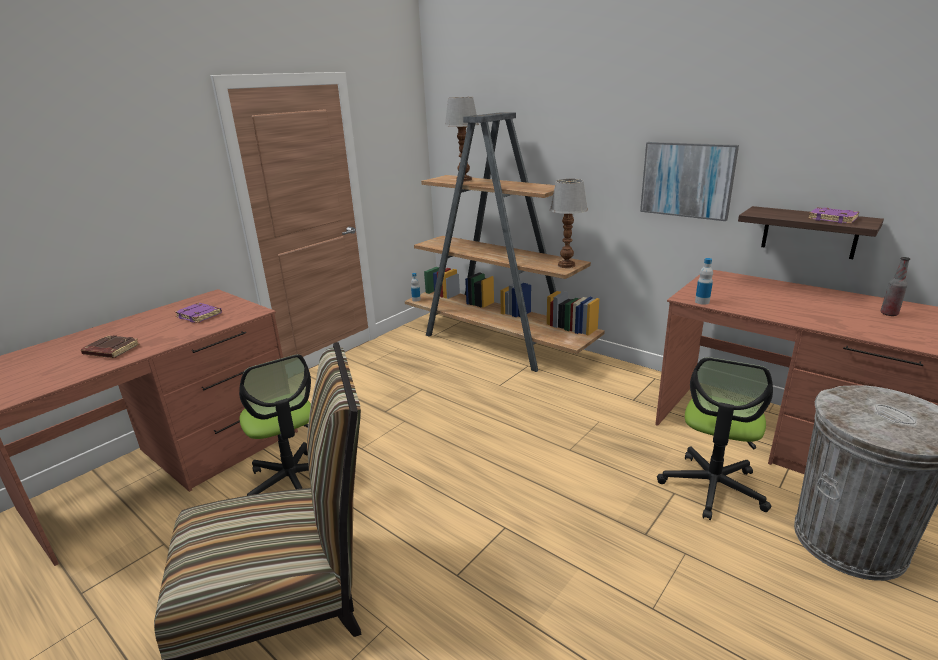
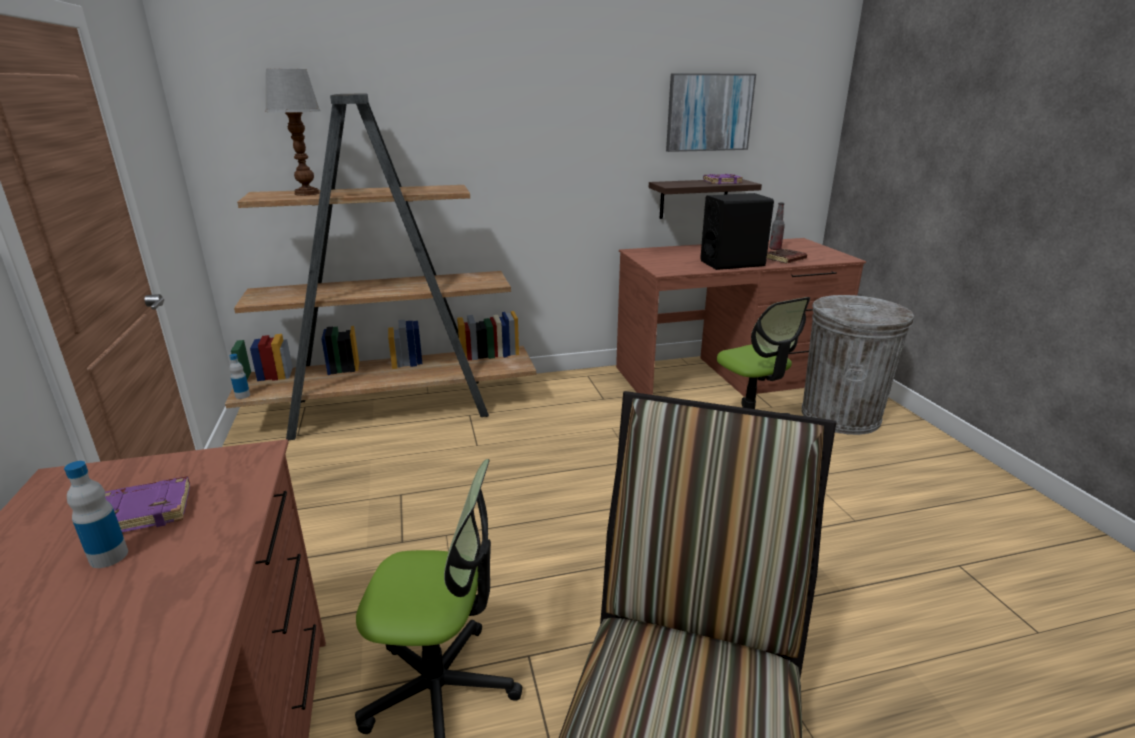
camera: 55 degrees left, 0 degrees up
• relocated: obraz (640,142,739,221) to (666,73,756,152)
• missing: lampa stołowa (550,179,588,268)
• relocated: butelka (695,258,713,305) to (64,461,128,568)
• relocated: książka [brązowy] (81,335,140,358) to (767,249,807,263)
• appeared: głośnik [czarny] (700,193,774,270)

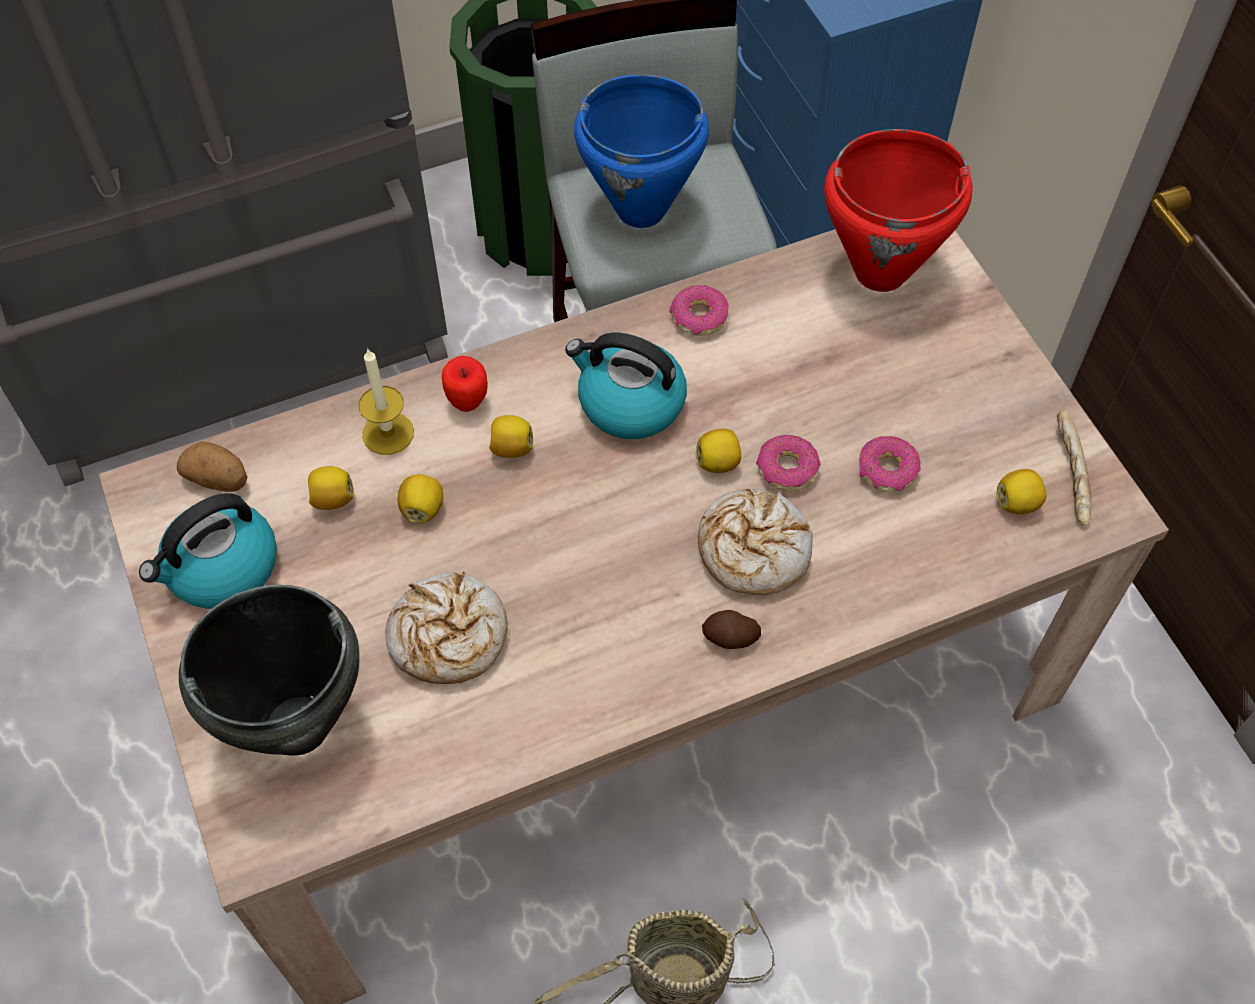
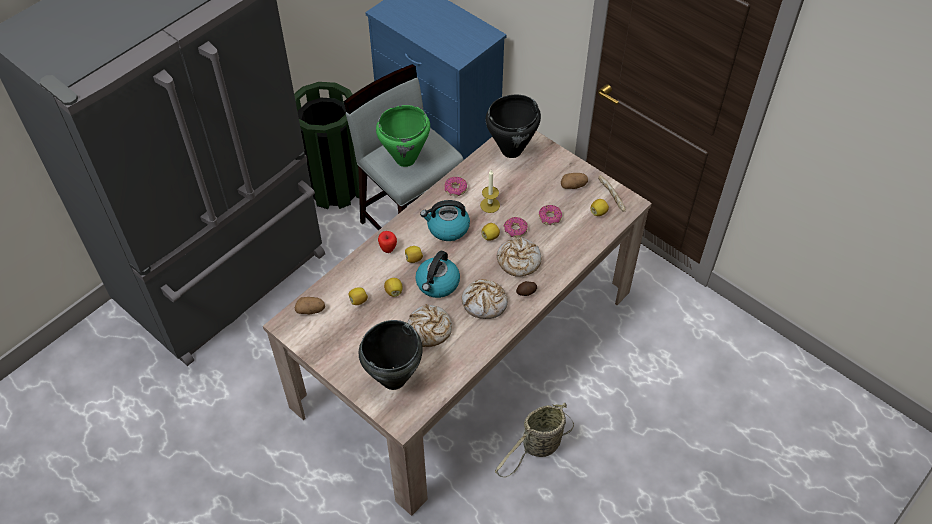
camera: 25 degrees left, 5 degrees down
• colour: garnek [niebieski] (574,74,709,228) to garnek [zielony] (376,105,430,167)
• colour: garnek [czerwony] (824,129,973,292) to garnek [czarny] (486,94,541,158)
• relocated: świeca (358,348,414,455) to (480,170,500,213)
• relocated: czajnik (139,493,277,609) to (415,251,460,298)
• appeared: ziemniak (561,173,588,189)
• appeared: chleb (461,279,508,319)

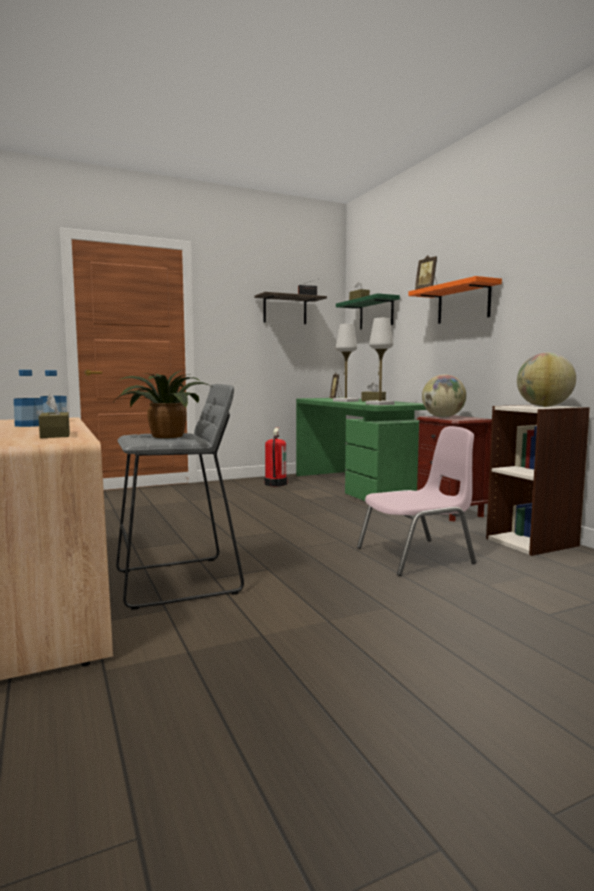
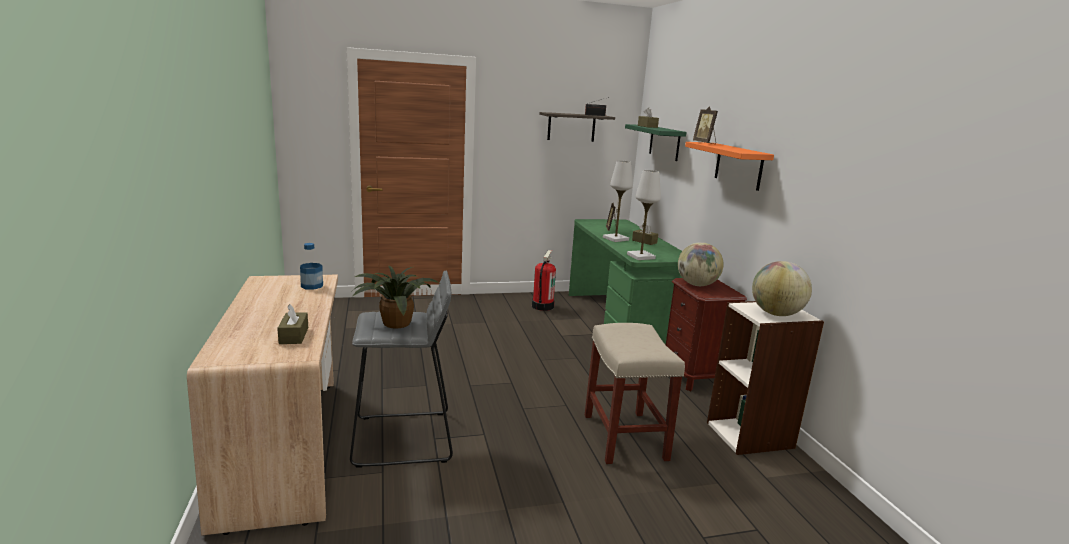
camera: 10 degrees right, 10 degrees up
• missing: butelka (14,370,44,427)
• exchanged: krzesło [różowy] (357,426,476,576) to stołek [beżowy] (585,323,685,464)

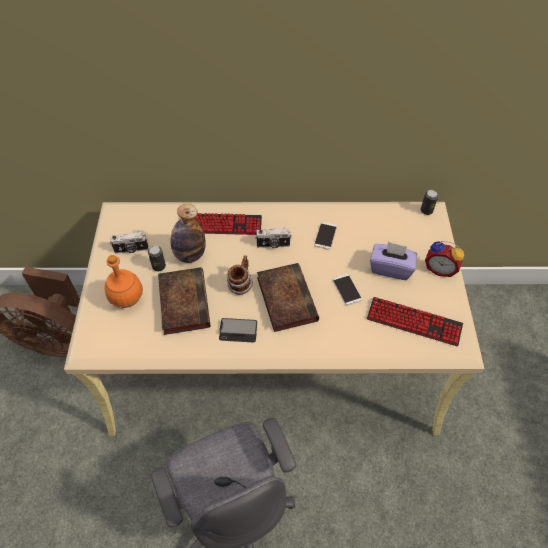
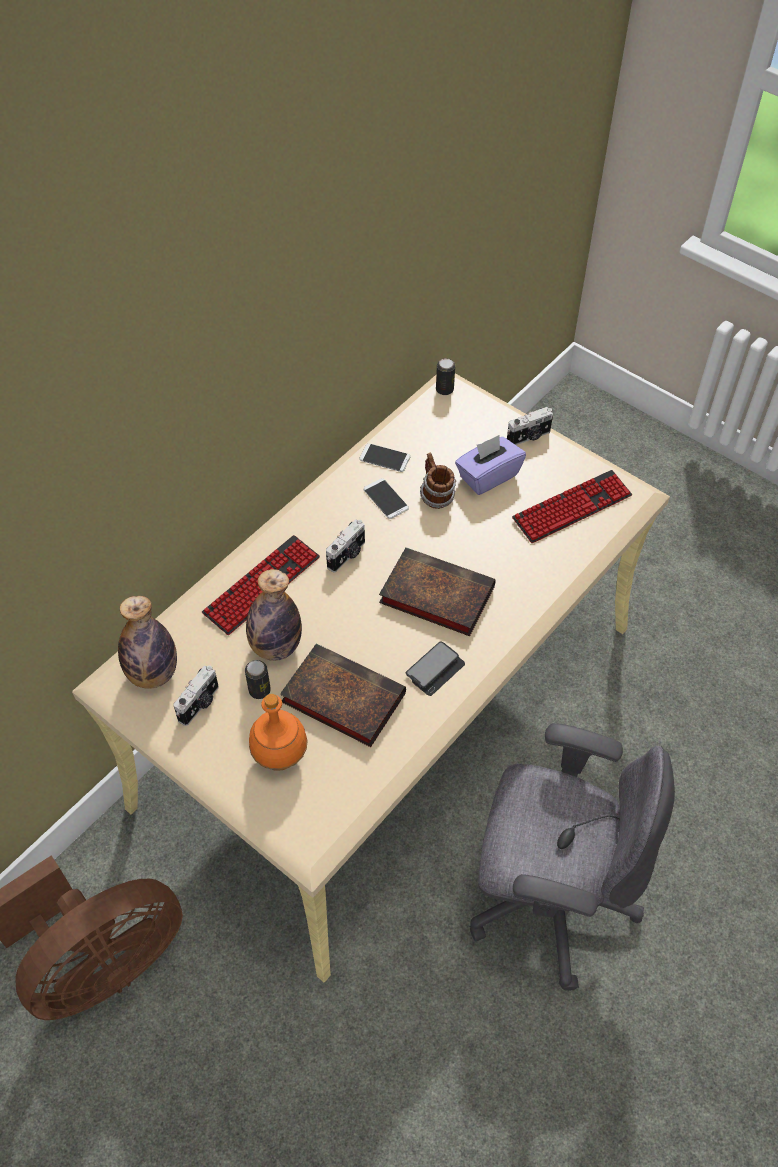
camera: 50 degrees left, 0 degrees up
• exchanged: budzik (425,241,464,277) to aparat fotograficzny (507,407,553,445)
• relocated: kubek (227,255,253,295) to (420,453,456,509)
• relocated: telefon (333,274,362,306) to (360,443,410,472)
• appeared: butelka (118,596,177,689)

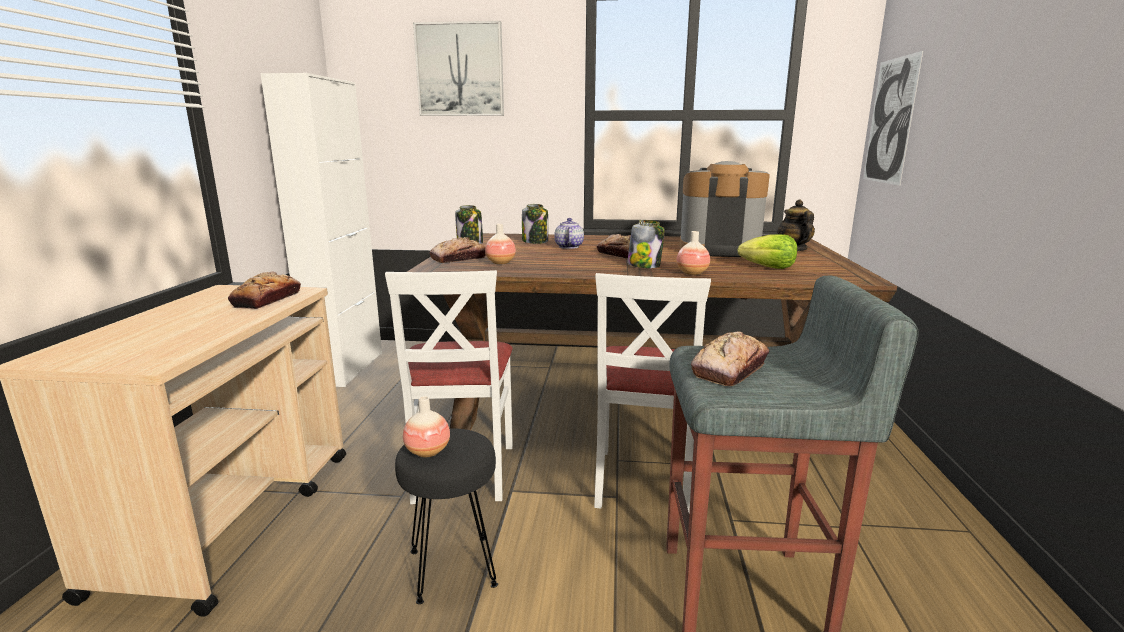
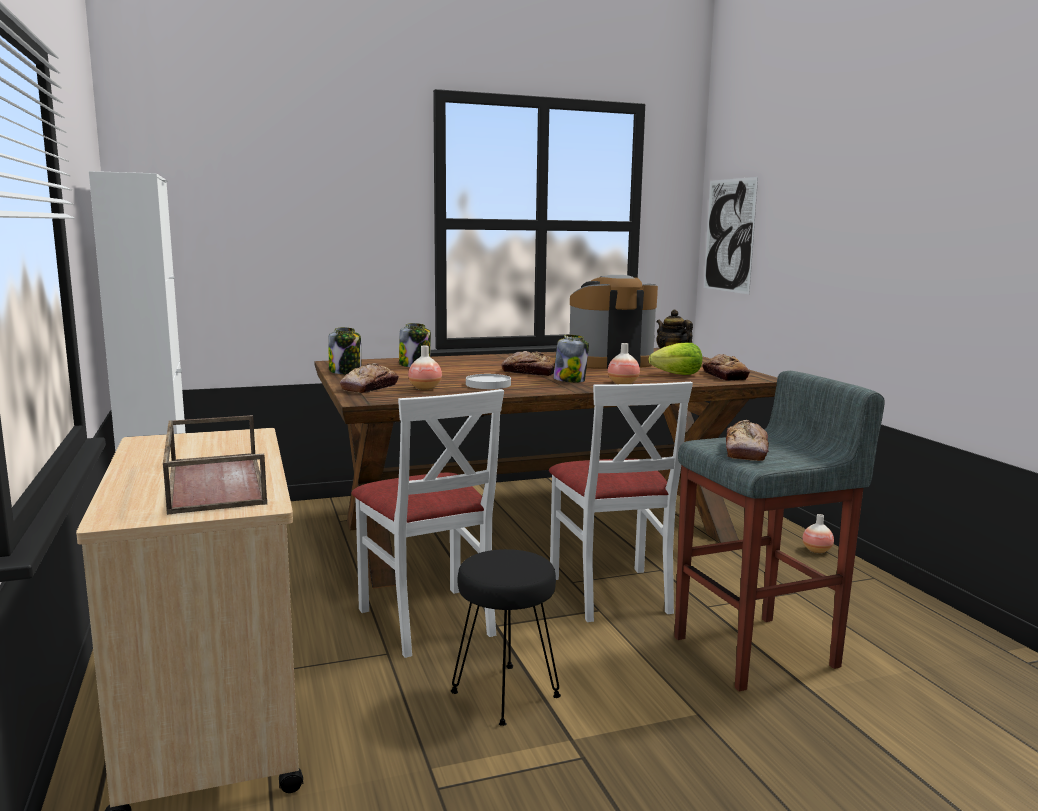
camera: 25 degrees left, 5 degrees down
• missing: obraz (413,21,504,116)
• missing: imbryk (554,218,584,249)
• relocated: chleb (228,271,301,309) to (702,354,750,381)
• relocated: wazon (403,396,450,457) to (802,514,834,554)
• appeared: talerz [biały] (466,374,511,389)
• appeared: taca [brązowy] (163,415,267,515)

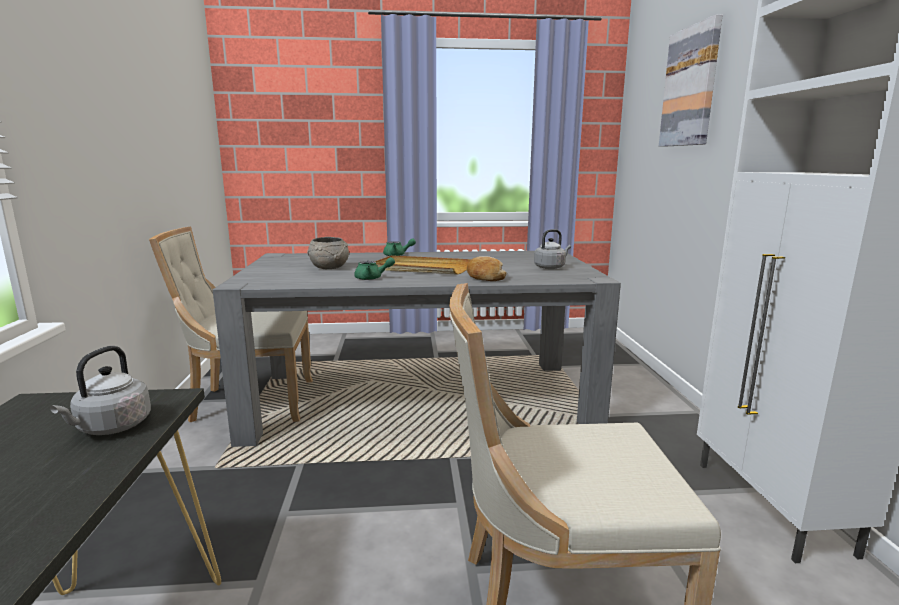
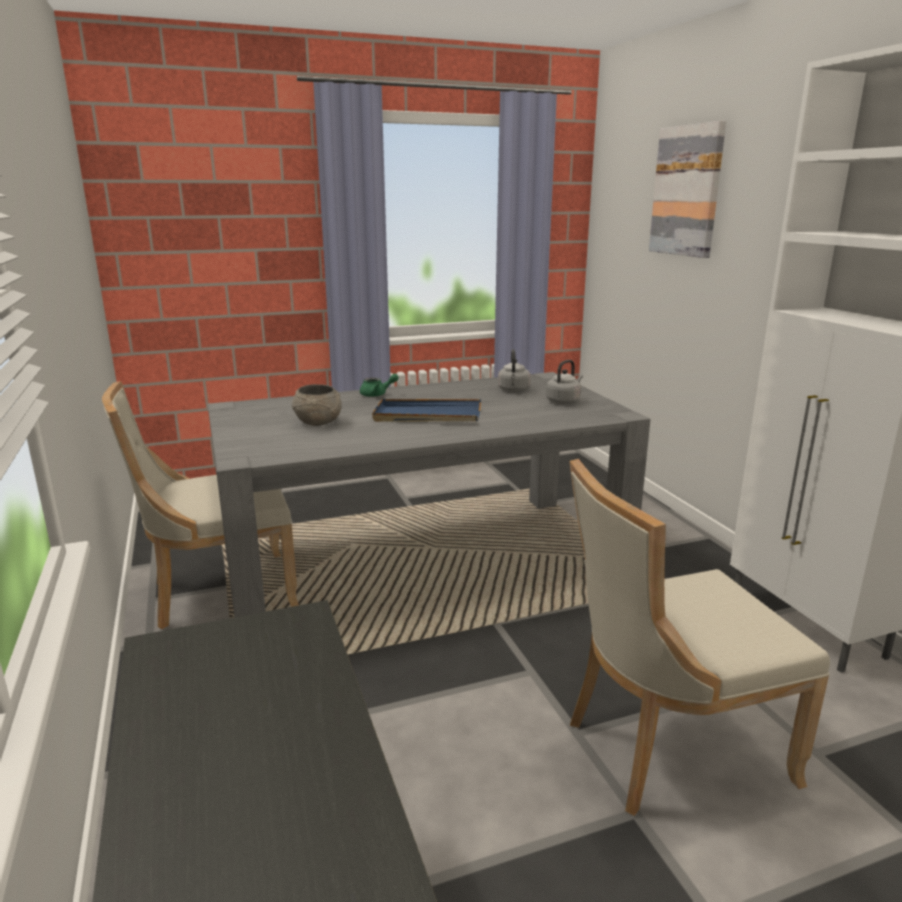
camera: 15 degrees left, 5 degrees up
• colour: taca [beżowy] (375,255,471,275) to taca [niebieski] (372,399,481,422)
• missing: chleb (467,256,507,281)
• missing: imbryk [zielony] (354,257,395,280)
• relocated: czajnik [szary] (50,346,151,435) to (498,349,531,392)

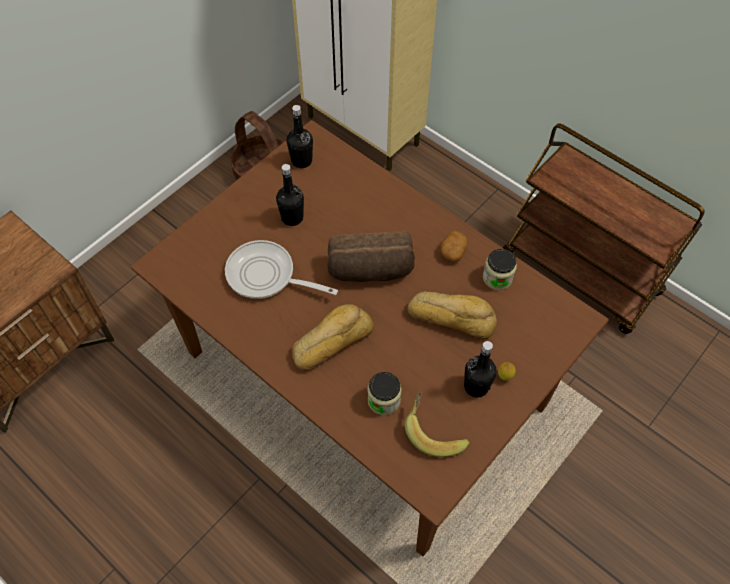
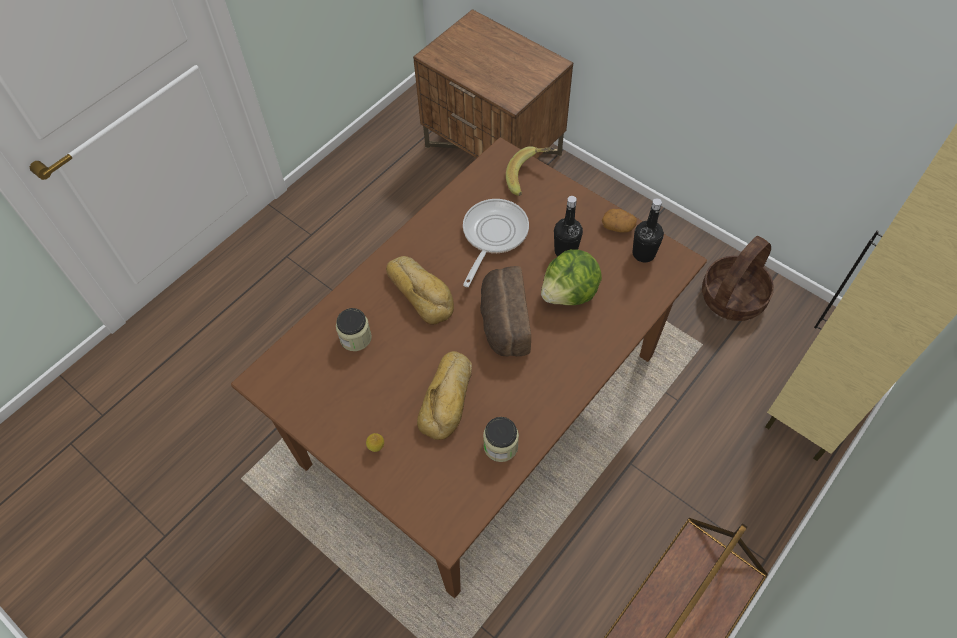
camera: 90 degrees right, 0 degrees up
• relocated: ziemniak (441,231,468,262) to (602,209,637,233)
• missing: butelka [czarny] (464,341,497,397)
• relocated: banan (405,391,470,457) to (506,146,555,196)
• appeared: sałata (541,249,602,305)

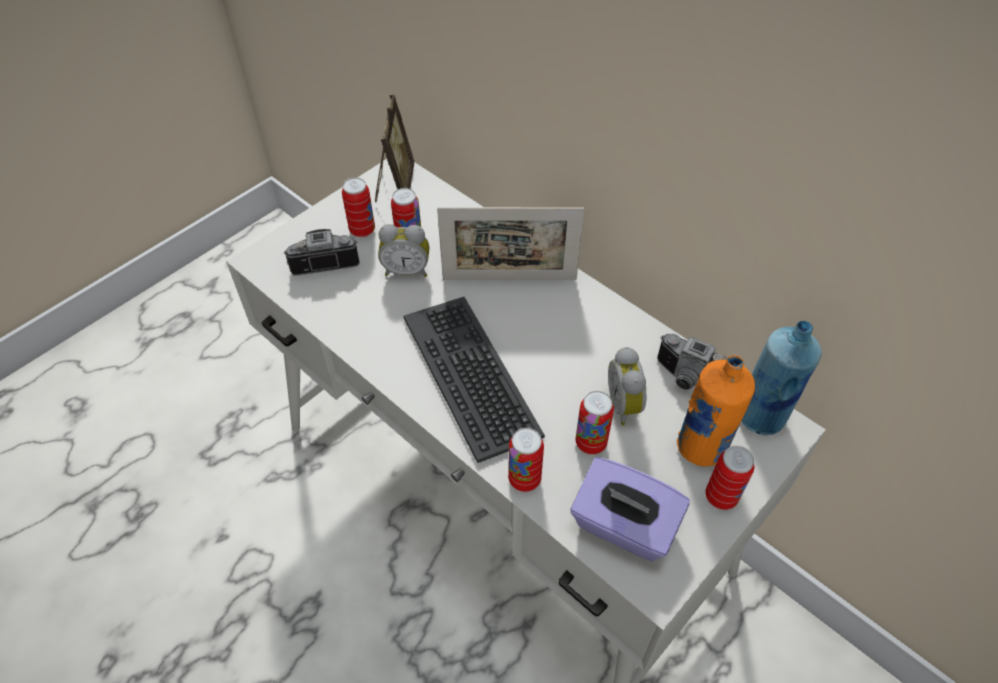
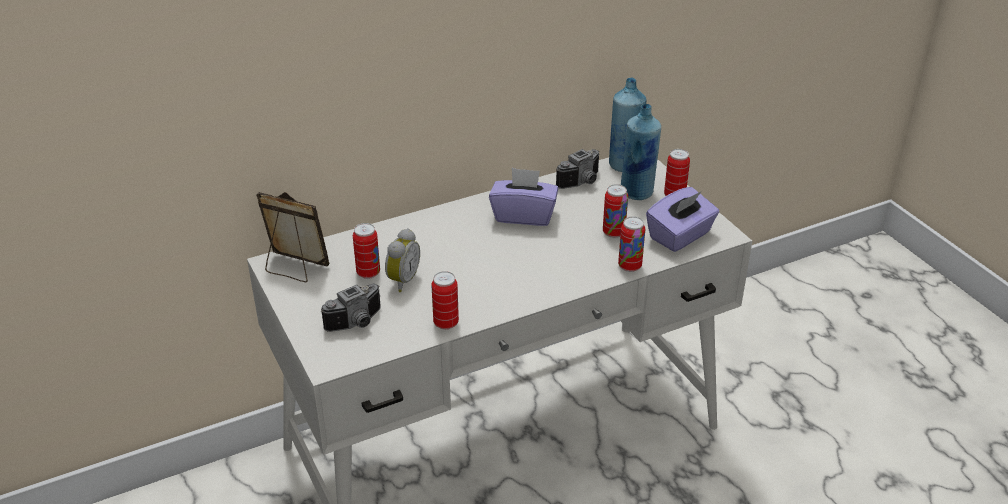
camera: 70 degrees left, 15 degrees down
• relocated: puszka (342,177,375,237) to (431,271,459,330)
• missing: ramka na zdjęcie (437,207,584,280)
• spun: aparat fotograficzny (284,229,360,276) = (321,284,380,332) 135 degrees counterclockwise
• missing: klawiatura (403,297,545,463)
• missing: budzik (608,347,646,426)
• colour: butelka [pomarańczowy] (677,355,755,467) to butelka [niebieski] (621,104,661,200)
• appeared: pudełko chusteczek [fioletowy] (489,168,558,226)

